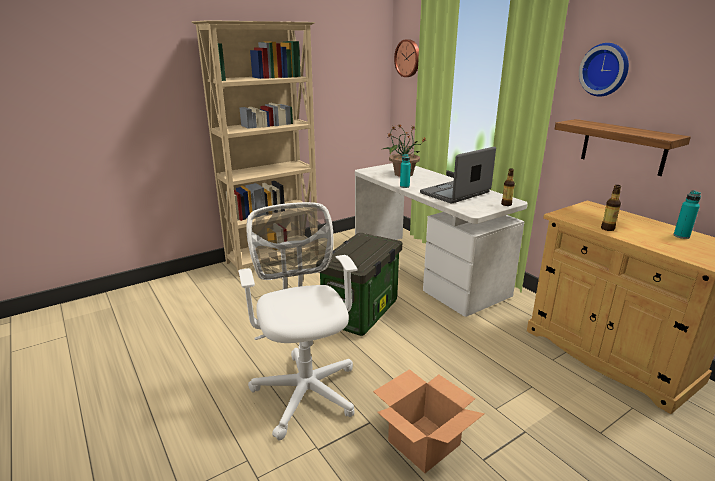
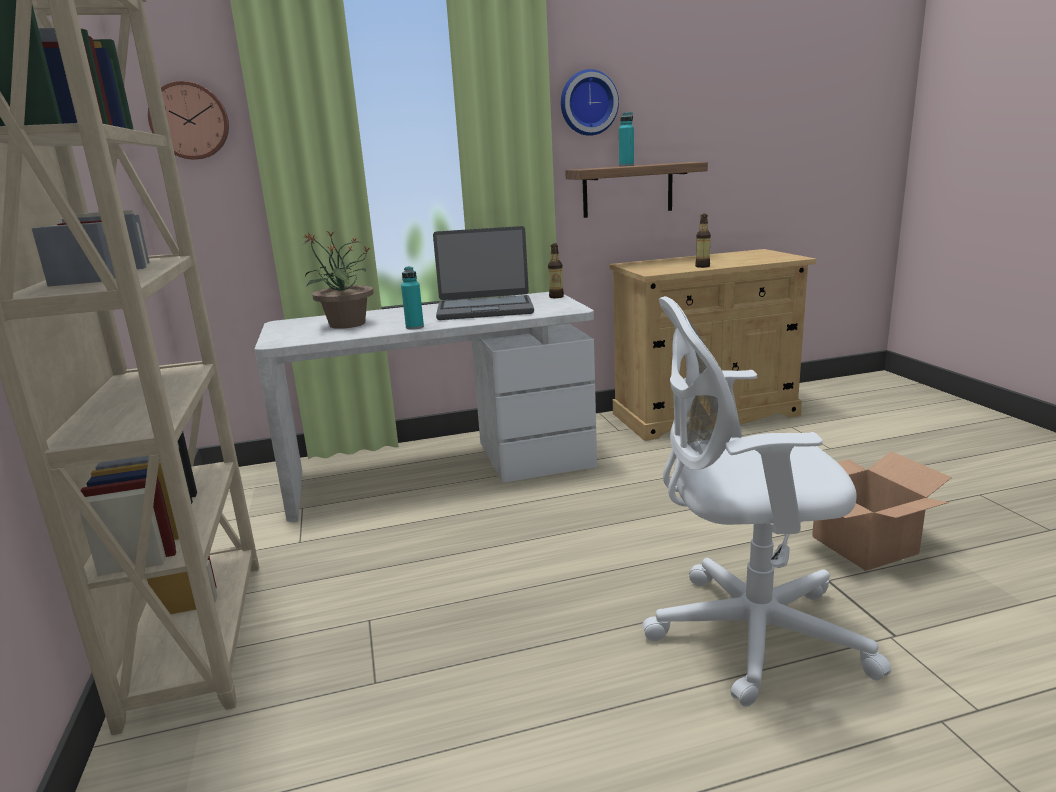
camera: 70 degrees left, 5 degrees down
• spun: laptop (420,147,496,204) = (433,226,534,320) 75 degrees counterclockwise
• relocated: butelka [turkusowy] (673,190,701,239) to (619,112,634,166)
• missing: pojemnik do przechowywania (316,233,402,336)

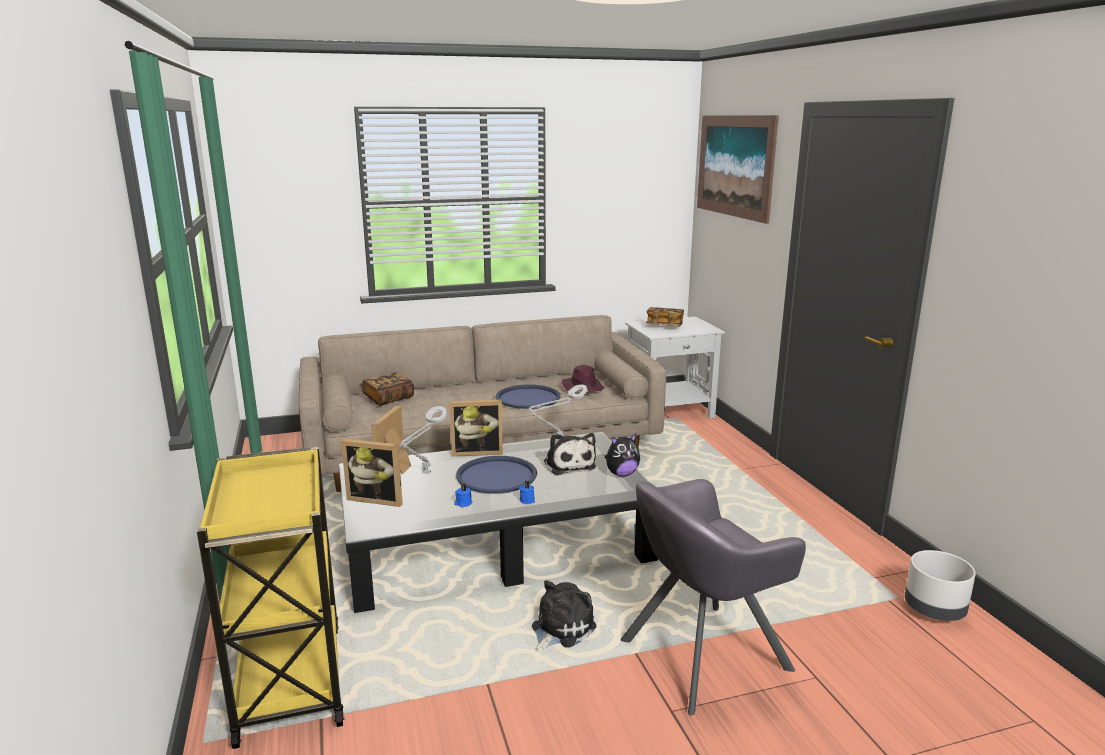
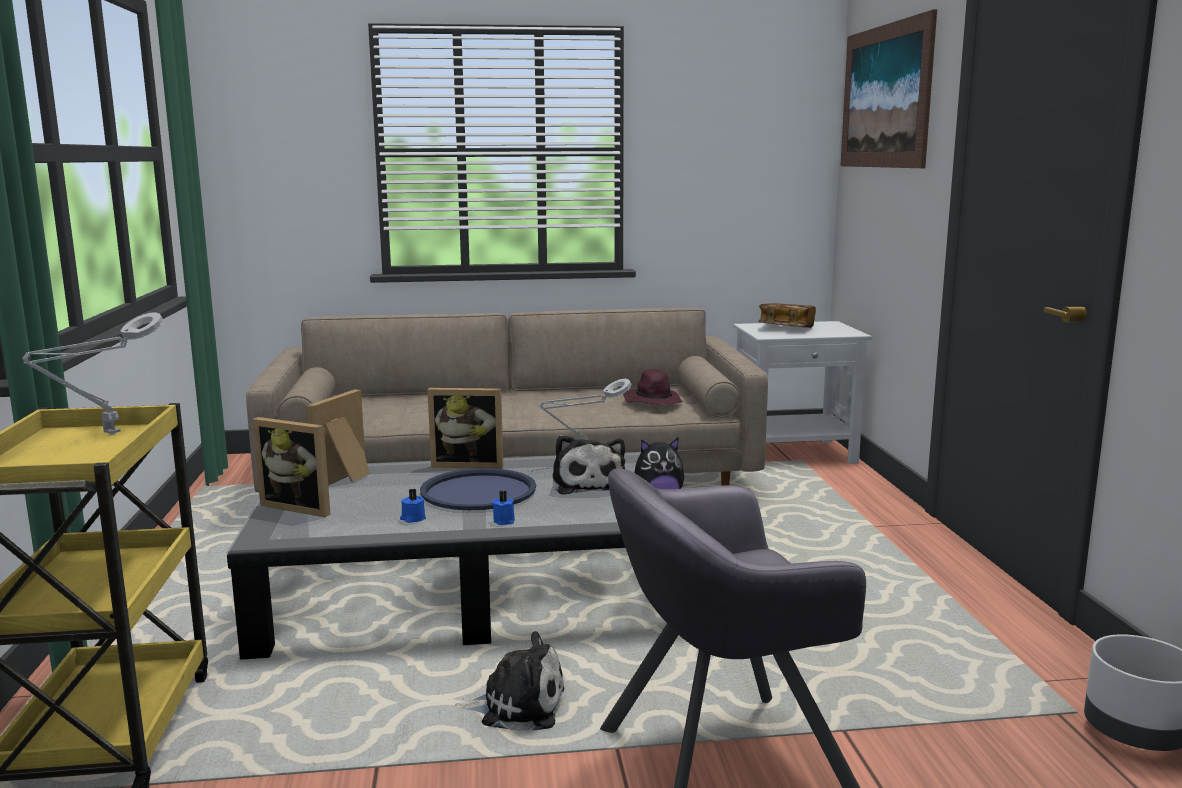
camera: 10 degrees right, 5 degrees down
• missing: książka (363,372,414,406)
• missing: taca [niebieski] (496,384,561,409)
• relocated: lampa stołowa [szary] (400,406,447,474) to (22,312,163,434)
• spun: pluszak (532,580,597,651) = (455,631,564,731) 45 degrees clockwise

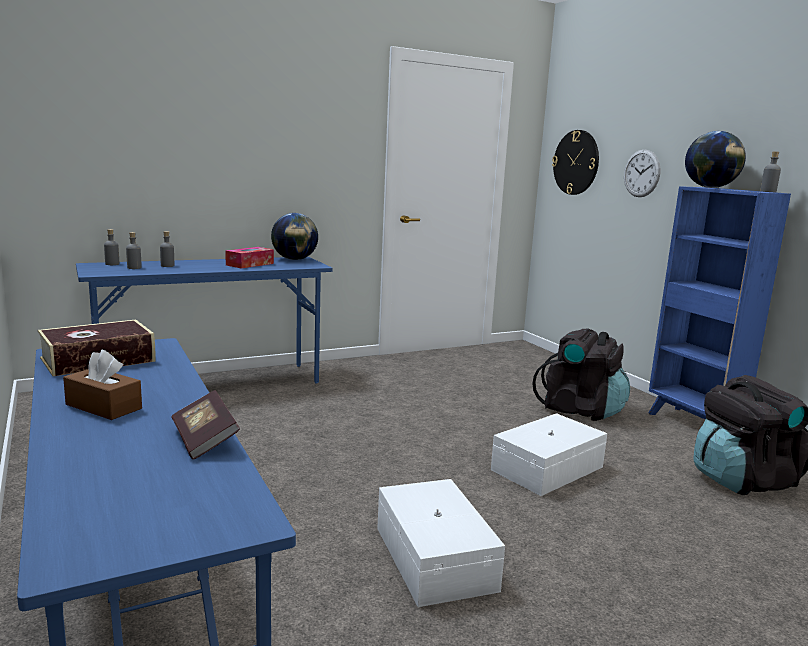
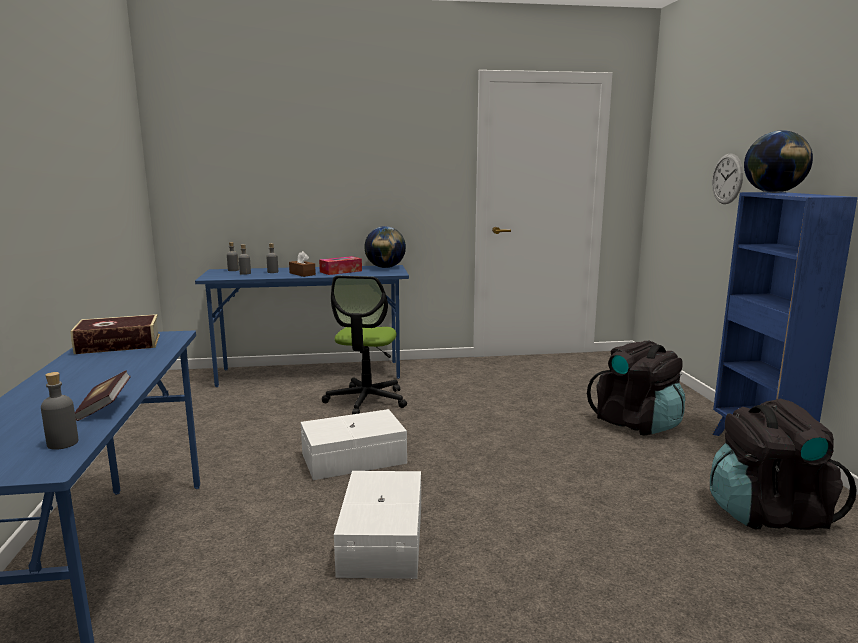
camera: 20 degrees right, 0 degrees up
• missing: zegar ścienny (552,130,599,195)
• relocated: butelka [szary] (760,151,781,192) to (41,372,78,450)
• relocated: pudełko chusteczek [brązowy] (63,350,142,420) to (289,251,316,277)
• relocated: pojemnik do przechowywania [biały] (491,413,607,496) to (301,409,407,480)
• appeared: krzesło biurowe (322,276,407,414)

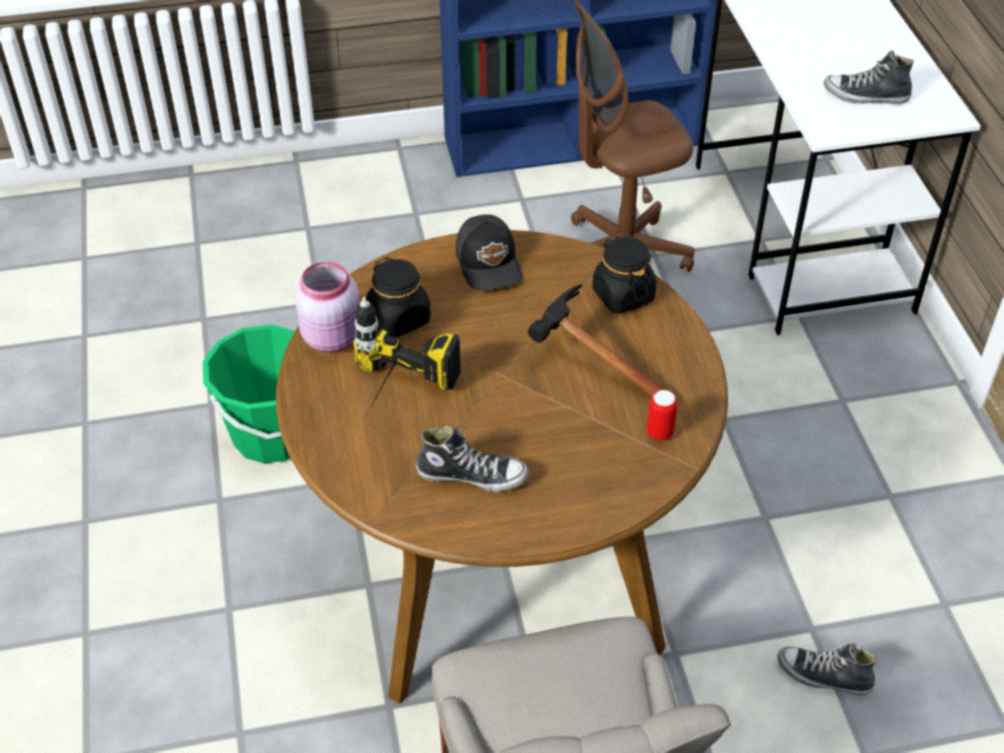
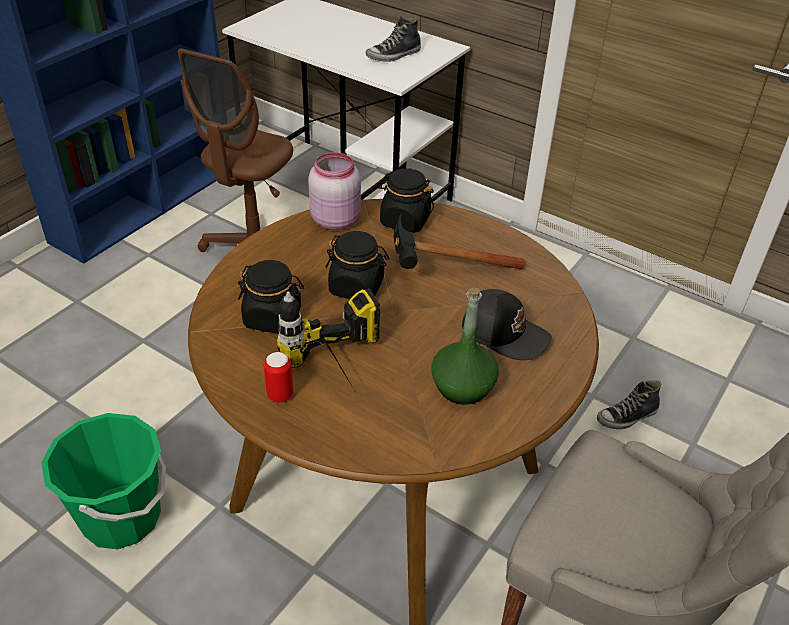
camera: 45 degrees left, 5 degrees down
• relocated: czapka z daszkiem [czarny] (456,214,523,291) to (462,289,552,360)
• relocated: słoik [różowy] (295,262,360,353) to (308,152,361,230)
• relocated: puszka (647,390,678,441) to (264,352,293,403)
• exchanged: but (416,426,529,492) to butelka [zielony] (431,288,499,405)
• appeared: słoik [czarny] (325,231,389,299)

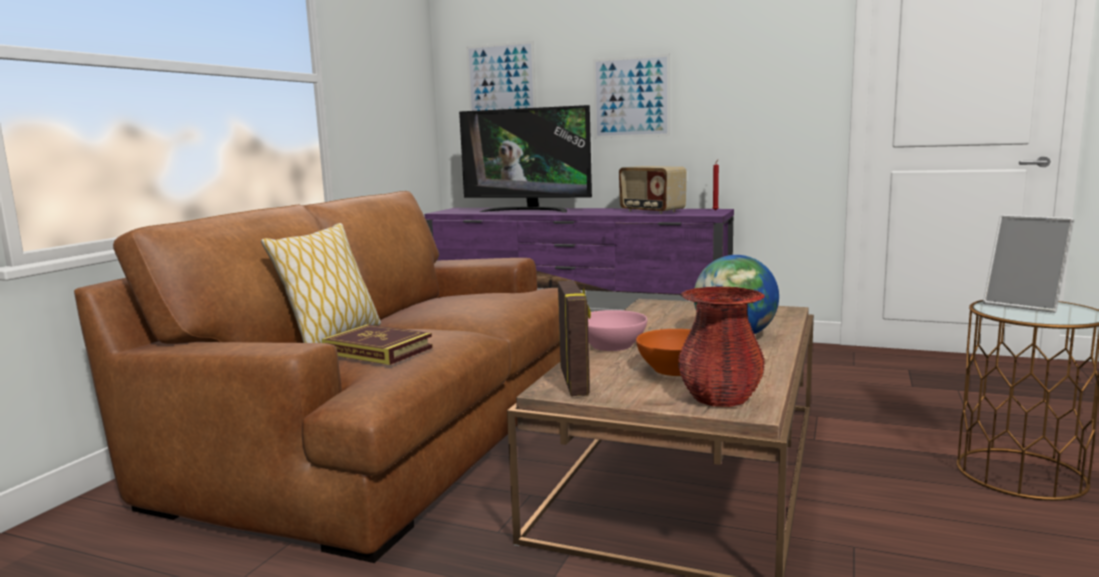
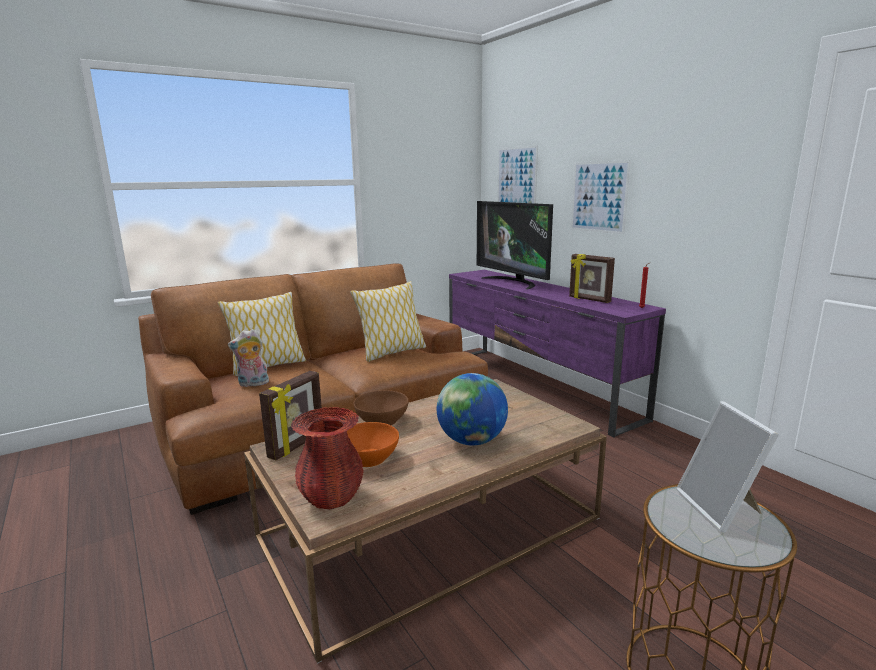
camera: 35 degrees right, 5 degrees up
• exchanged: radio (619,166,687,214) to ramka na zdjęcie (569,254,615,303)
• colour: miska [różowy] (588,310,647,351) to miska [brązowy] (354,390,409,425)
• exchanged: książka (322,324,433,365) to pluszak (228,329,270,387)
• appeared: poduszka (350,281,426,362)

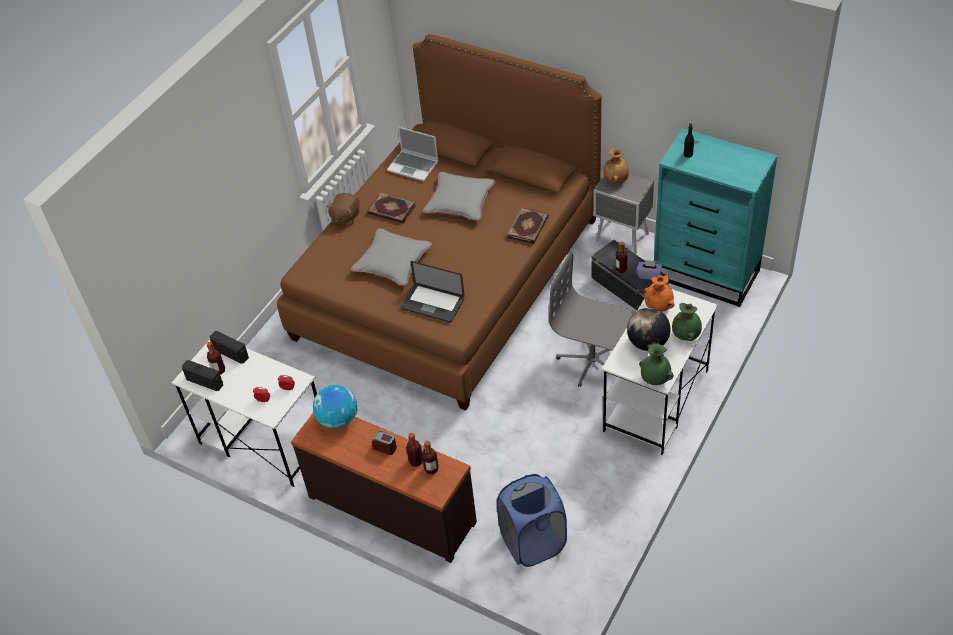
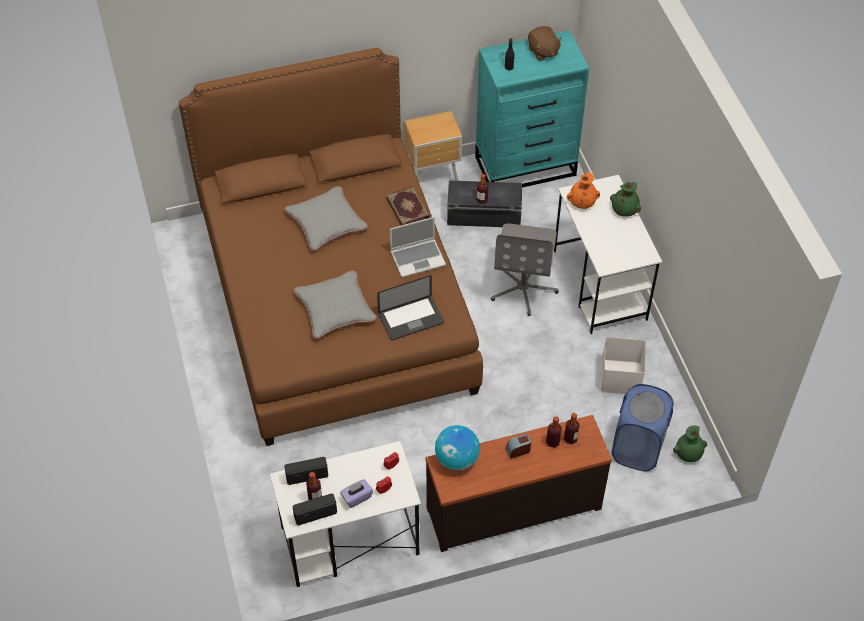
camera: 50 degrees left, 5 degrees up
• relocated: laptop (387,127,439,181) to (390,217,446,278)
• missing: wazon [brązowy] (604,148,629,184)
• colour: szafka nocna [szary] (593,174,654,254) to szafka nocna [brązowy] (404,111,462,184)
• missing: książka (367,192,416,223)
• relocated: pluszak [brązowy] (326,193,360,226) to (528,26,562,61)
• spun: krzesło biurowe [szary] (549,253,634,387) = (491,224,559,316) 60 degrees counterclockwise
• relocated: pudełko chusteczek [fioletowy] (636,260,662,280) to (340,479,373,508)
• missing: globus (627,308,671,351)
• relocated: wazon [zielony] (639,344,674,385) to (673,426,707,462)
• appeared: pojemnik do przechowywania [biały] (600,337,646,395)

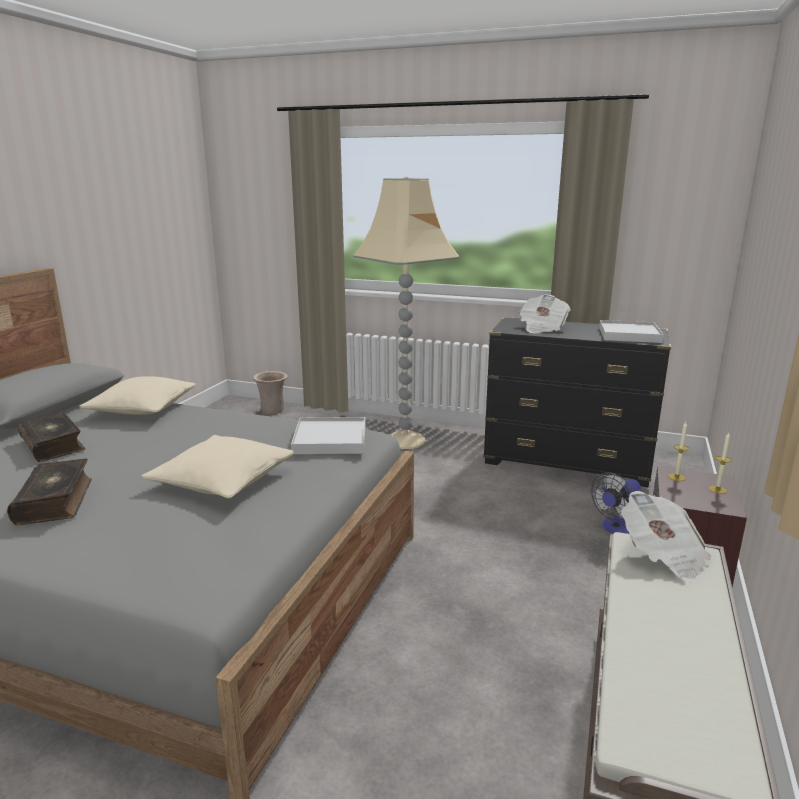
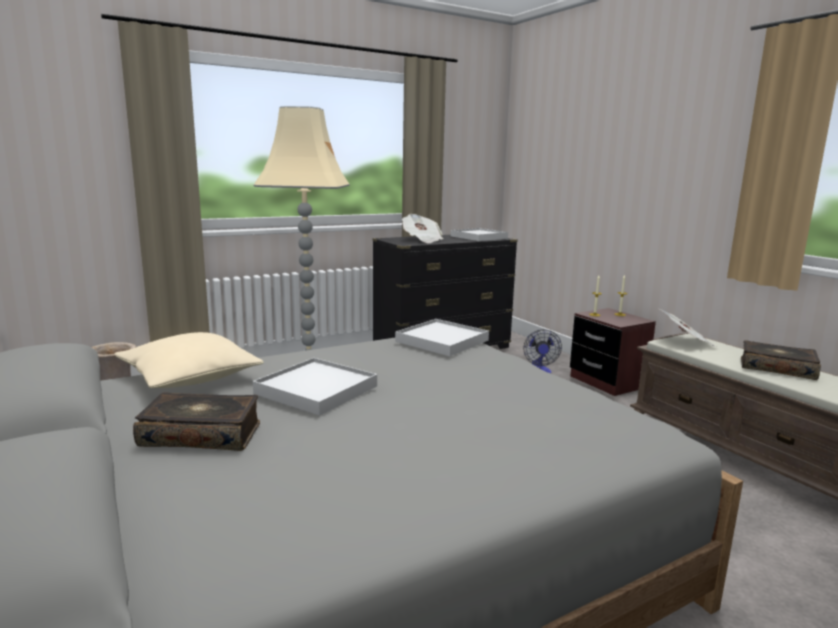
camera: 50 degrees left, 5 degrees down
• missing: poduszka [beżowy] (142,435,294,498)
• relocated: książka (7,459,92,525) to (741,340,821,380)
• appeared: taca [biały] (253,358,377,416)

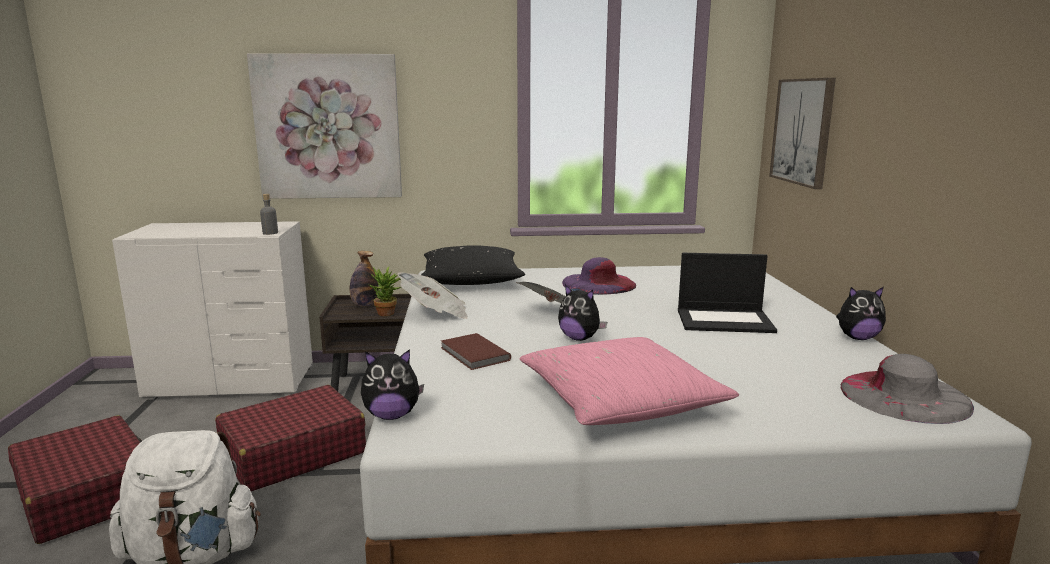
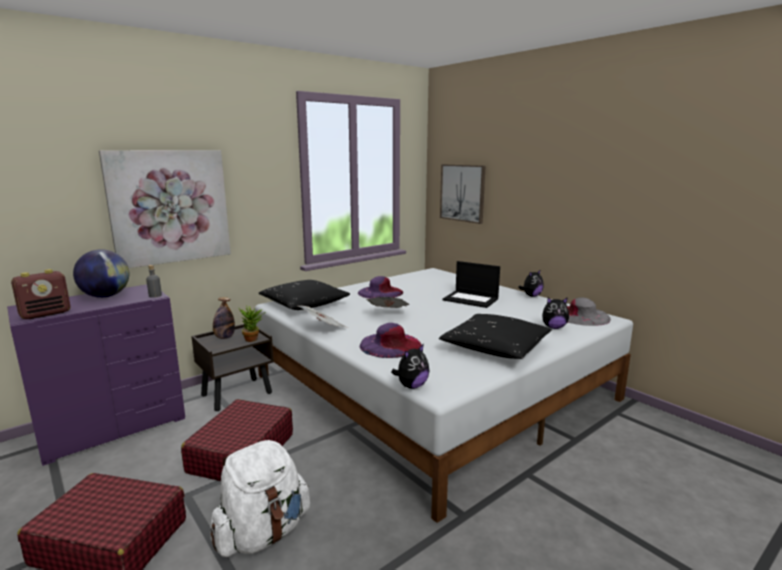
camera: 35 degrees left, 0 degrees up
• colour: komoda [biały] (112,221,313,400) to komoda [fioletowy] (7,284,185,466)
• spun: laptop (678,253,777,333) = (443,261,500,308) 60 degrees clockwise
• relocated: pluszak (558,284,607,341) to (542,297,569,329)
• exchanged: książka [brązowy] (441,333,511,370) to kapelusz [fioletowy] (360,323,422,358)
• colour: poduszka [różowy] (519,337,739,425) to poduszka [czarny] (439,314,552,359)
• appeared: globus (73,249,129,298)
• appeared: radio (11,269,70,319)

